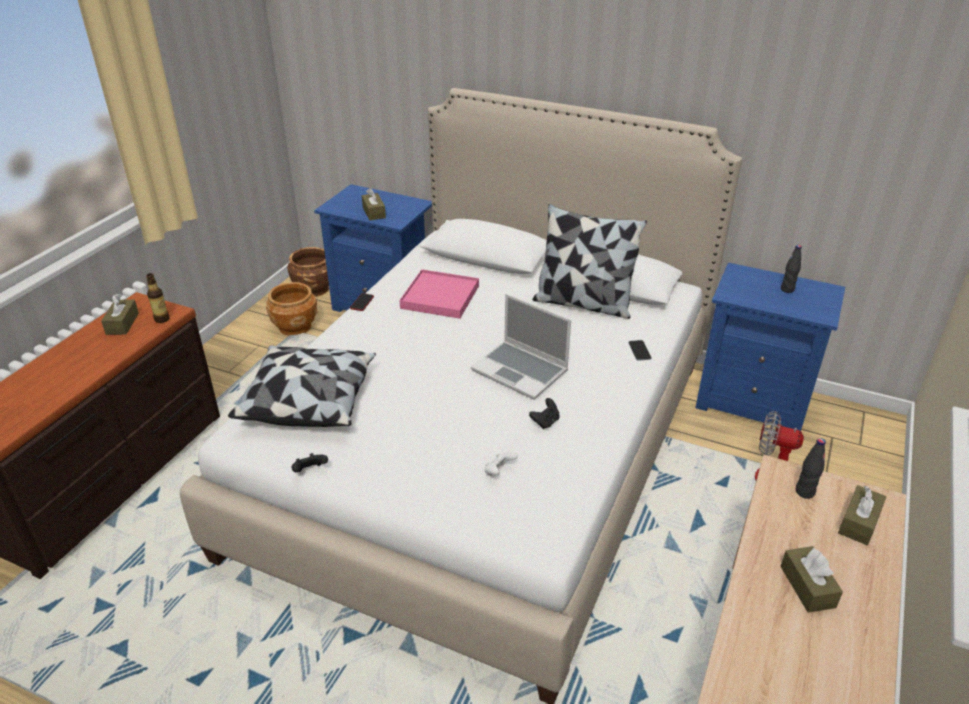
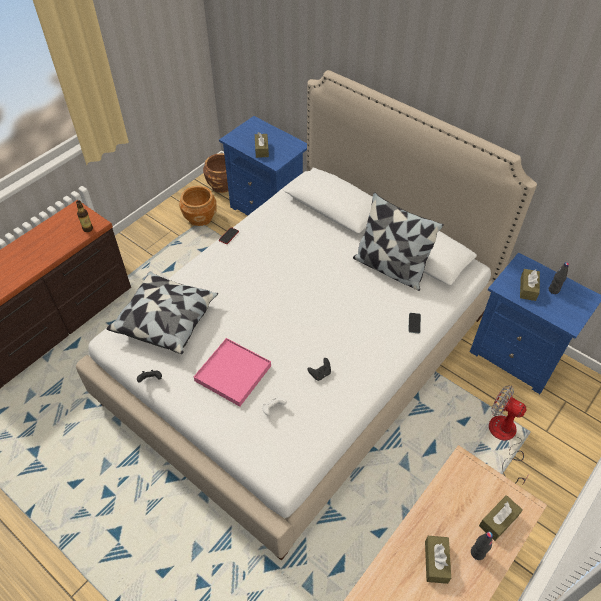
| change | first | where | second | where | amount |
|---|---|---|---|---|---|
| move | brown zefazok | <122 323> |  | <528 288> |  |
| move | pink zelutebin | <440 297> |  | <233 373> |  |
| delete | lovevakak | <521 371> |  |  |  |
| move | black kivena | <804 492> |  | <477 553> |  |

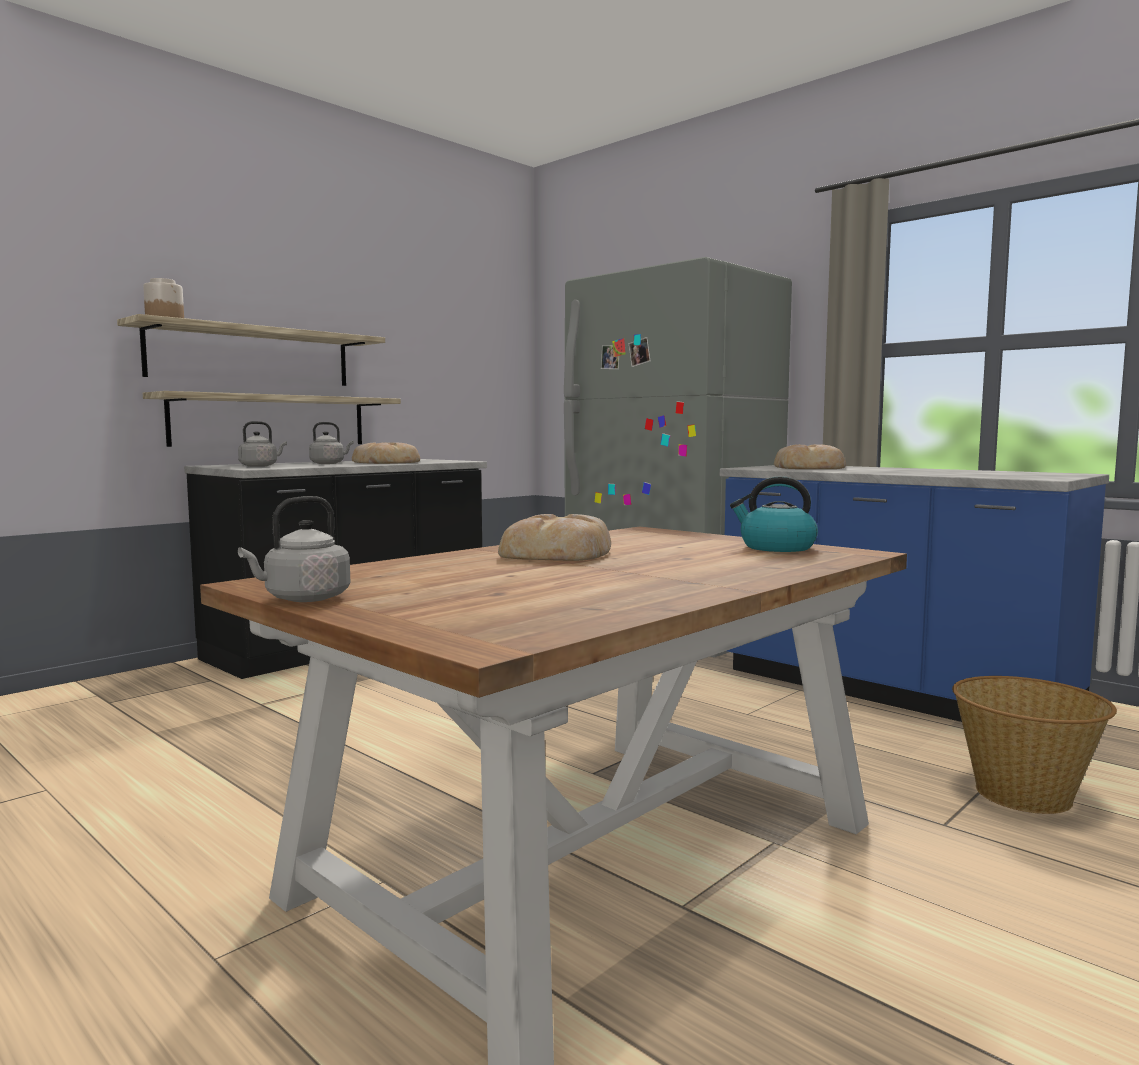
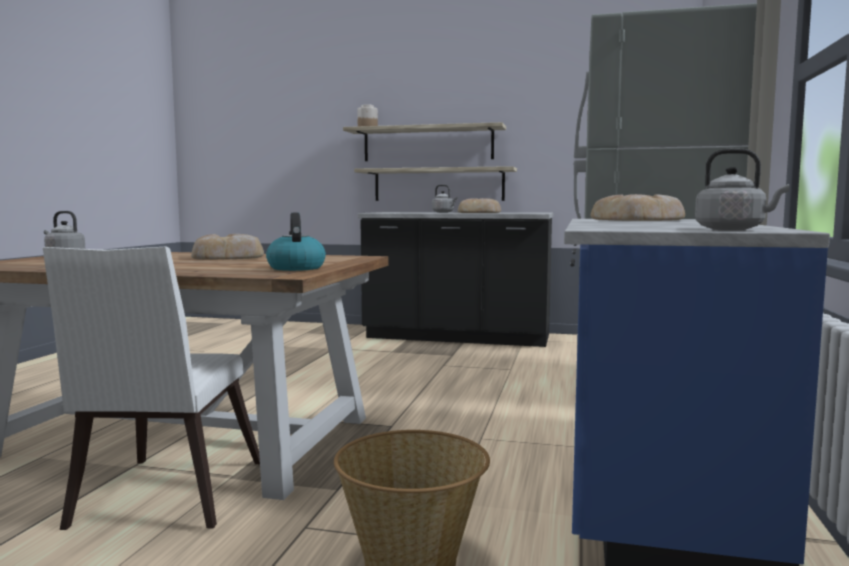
| change | first | where | second | where | amount |
|---|---|---|---|---|---|
| move | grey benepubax | <260 466> |  | <733 229> |  |
| insert |  |  | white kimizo | <163 498> |  |

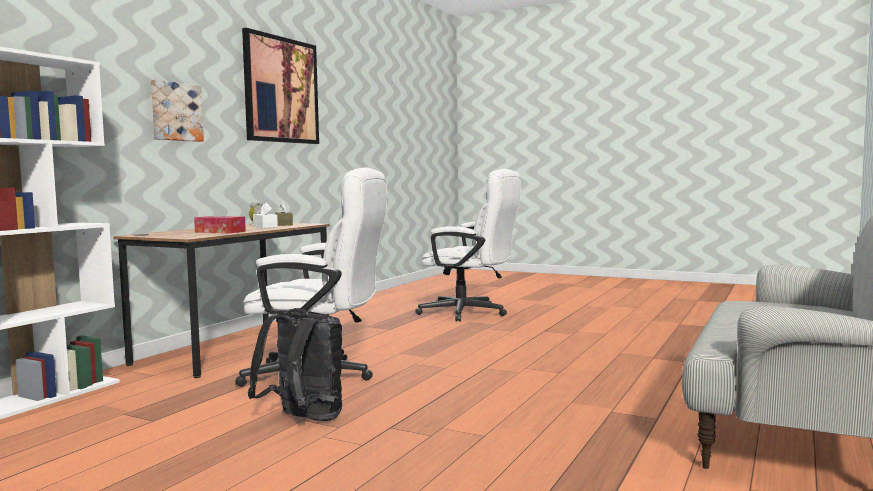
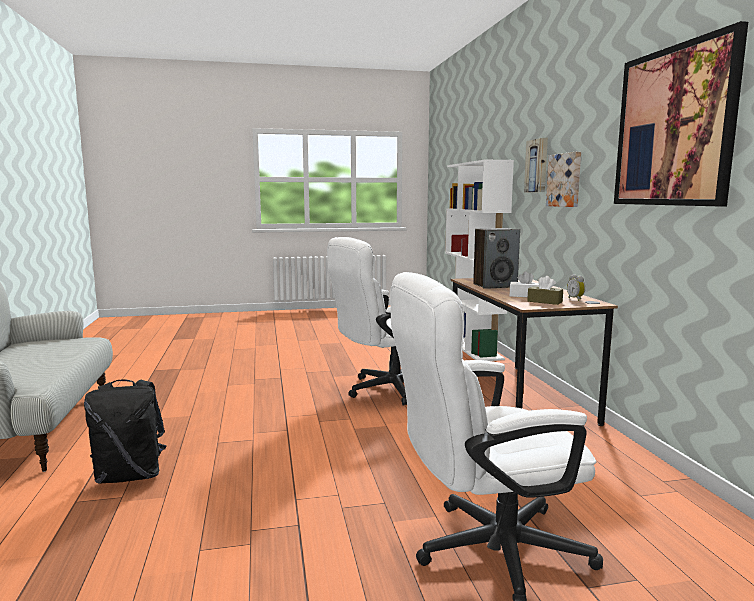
| change | first | where | second | where | amount |
|---|---|---|---|---|---|
| replace | zefazok | <220 232> | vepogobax | <495 285> |  |
| move | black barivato | <303 420> |  | <130 476> |  |
| insert |  |  | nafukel | <537 166> |  |

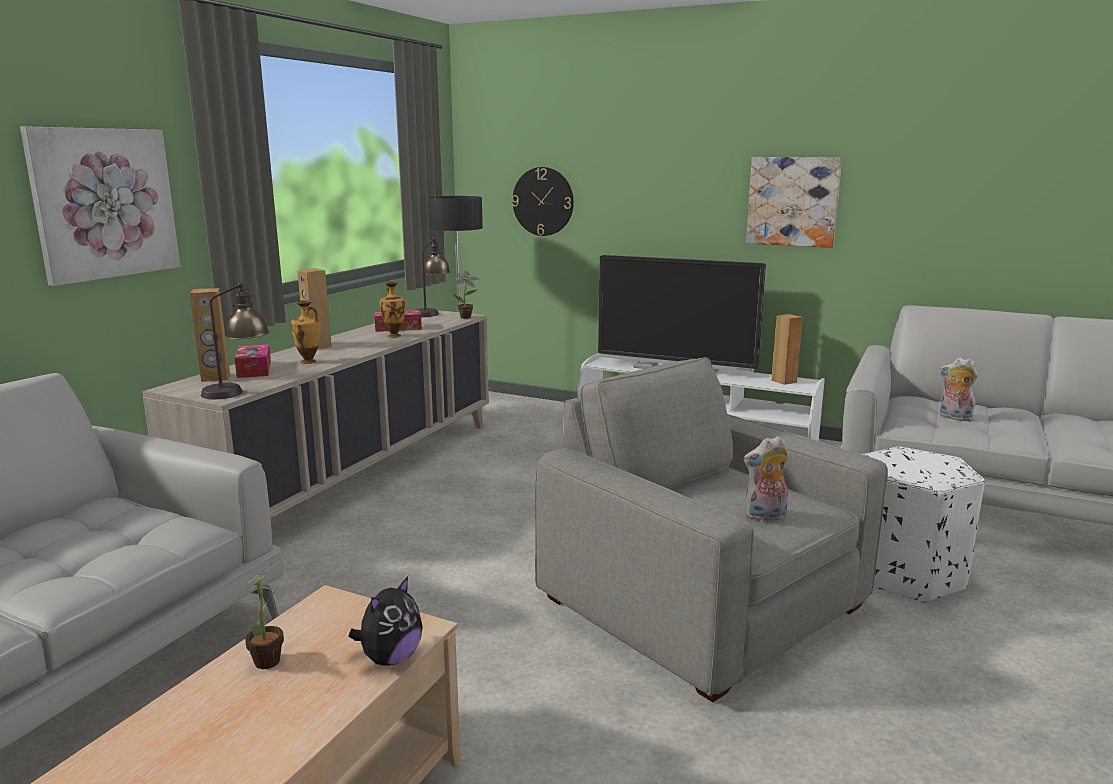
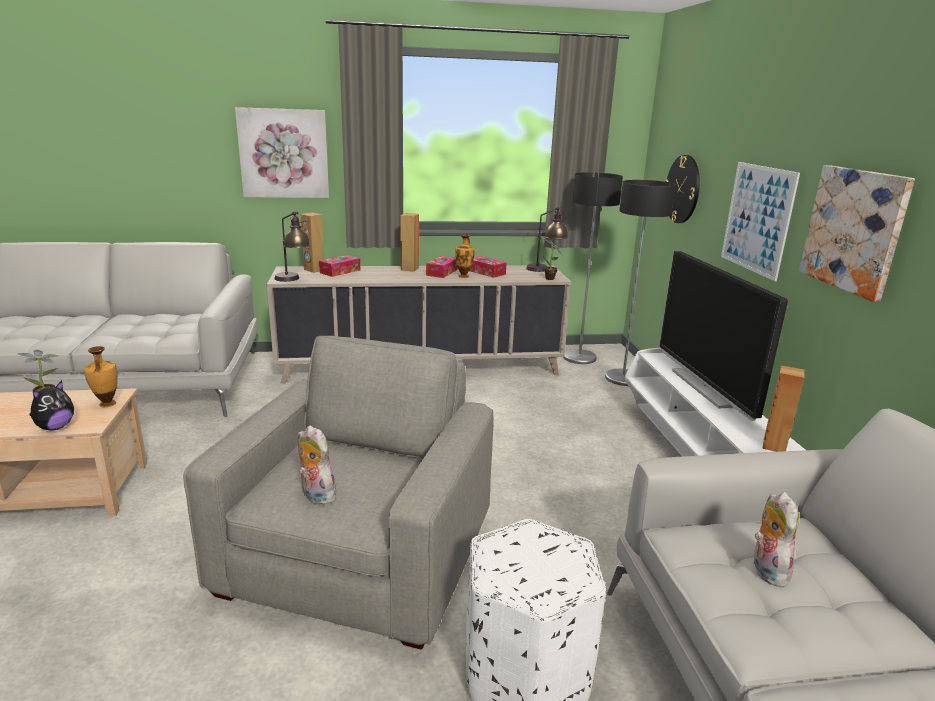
| change | first | where | second | where | amount |
|---|---|---|---|---|---|
| move | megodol | <309 362> |  | <107 404> |  |
| rotate | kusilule | <390 658> |  | <55 427> | 60 degrees counterclockwise |
| insert |  |  | zefazok | <442 272> |  |
| insert |  |  | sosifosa | <622 378> |  |
| insert |  |  | nafukel | <757 219> |  |

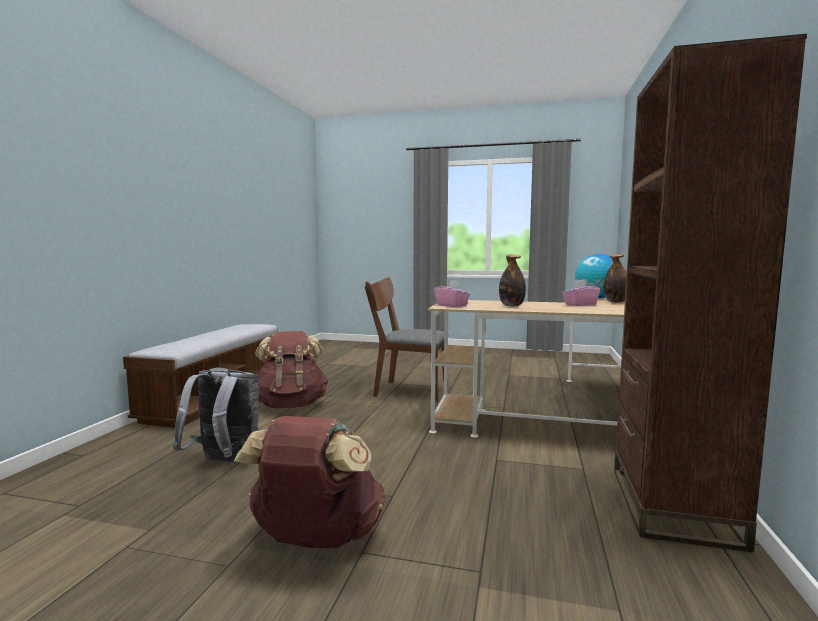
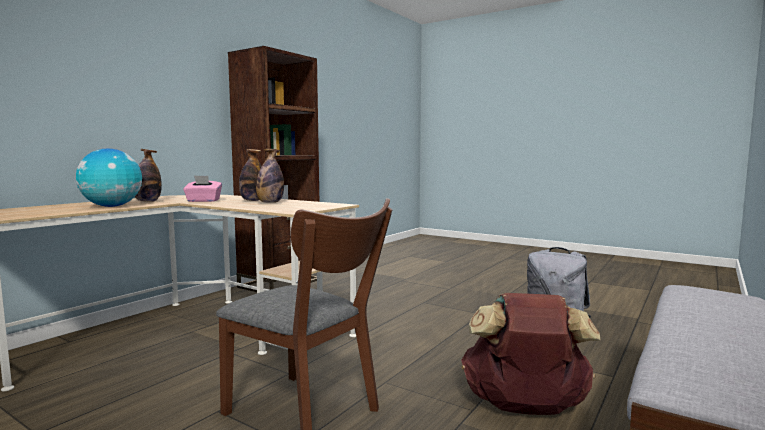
| change | first | where | second | where | amount |
|---|---|---|---|---|---|
| delete | brown barivato | <315 540> |  |  |  |
| delete | pink zefazok | <452 305> |  |  |  |
| insert |  |  | kivena | <252 200> |  |

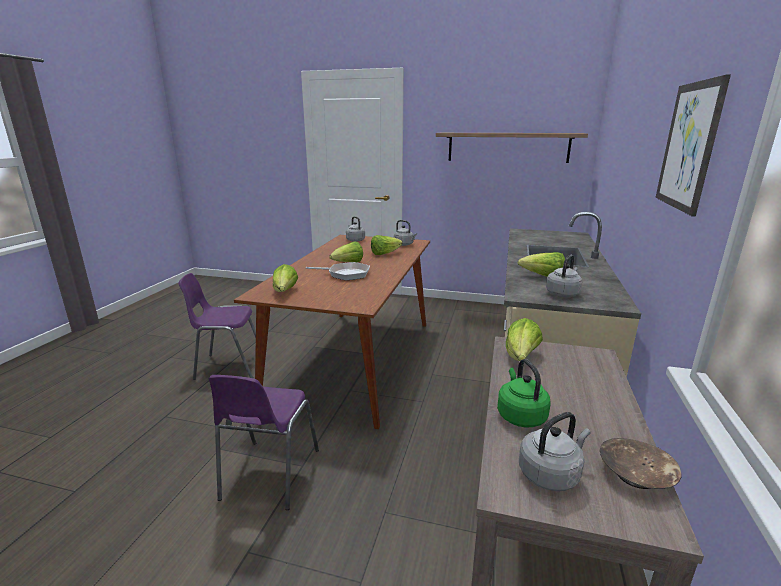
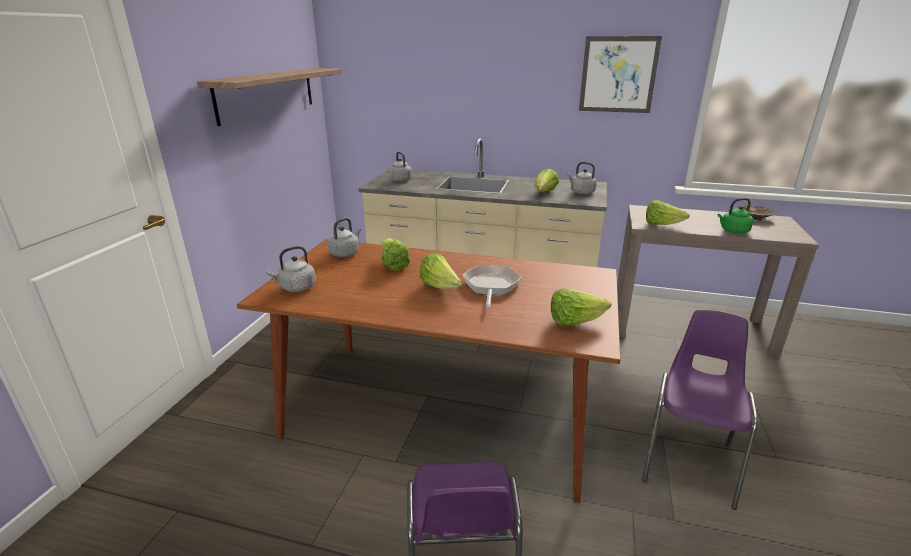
| change | first | where | second | where | amount |
|---|---|---|---|---|---|
| rotate | purple kimizo | <269 475> |  | <689 461> | 75 degrees counterclockwise |
| move | grey benepubax | <550 474> |  | <400 179> |  |

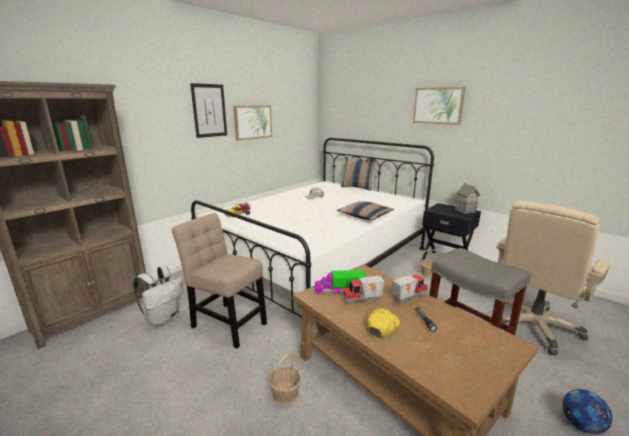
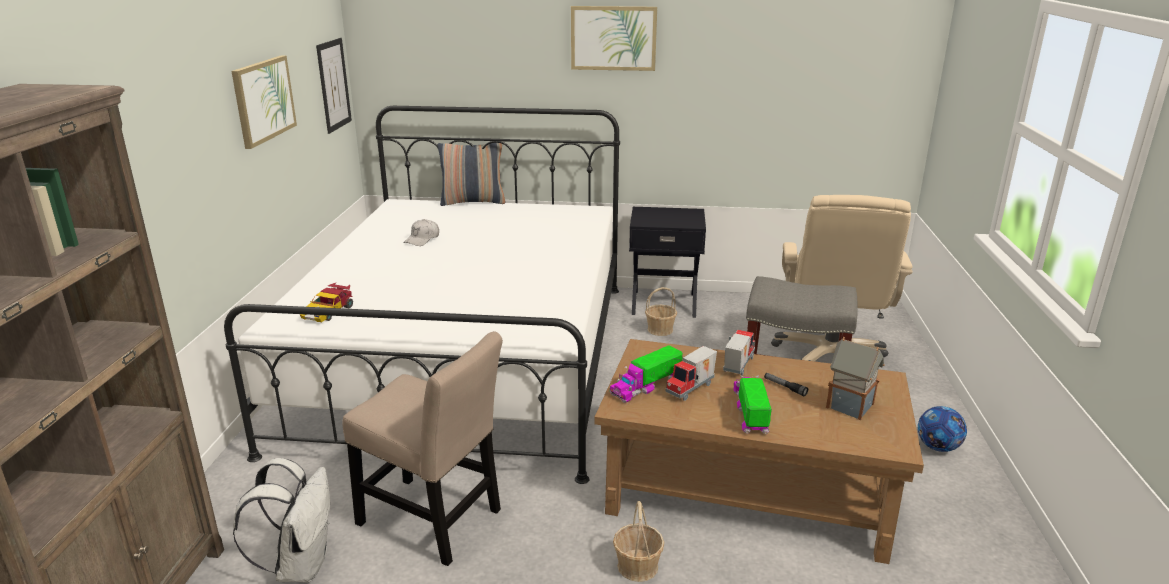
| change | first | where | second | where | amount |
|---|---|---|---|---|---|
| rotate | beige kimizo | <227 323> |  | <434 521> | 150 degrees counterclockwise |
| move | nafukel | <209 110> |  | <333 85> |  |
| delete | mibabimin | <365 216> |  |  |  |
| replace | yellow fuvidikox | <382 326> | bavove | <750 411> |  |
| move | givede | <465 211> |  | <851 406> |  |

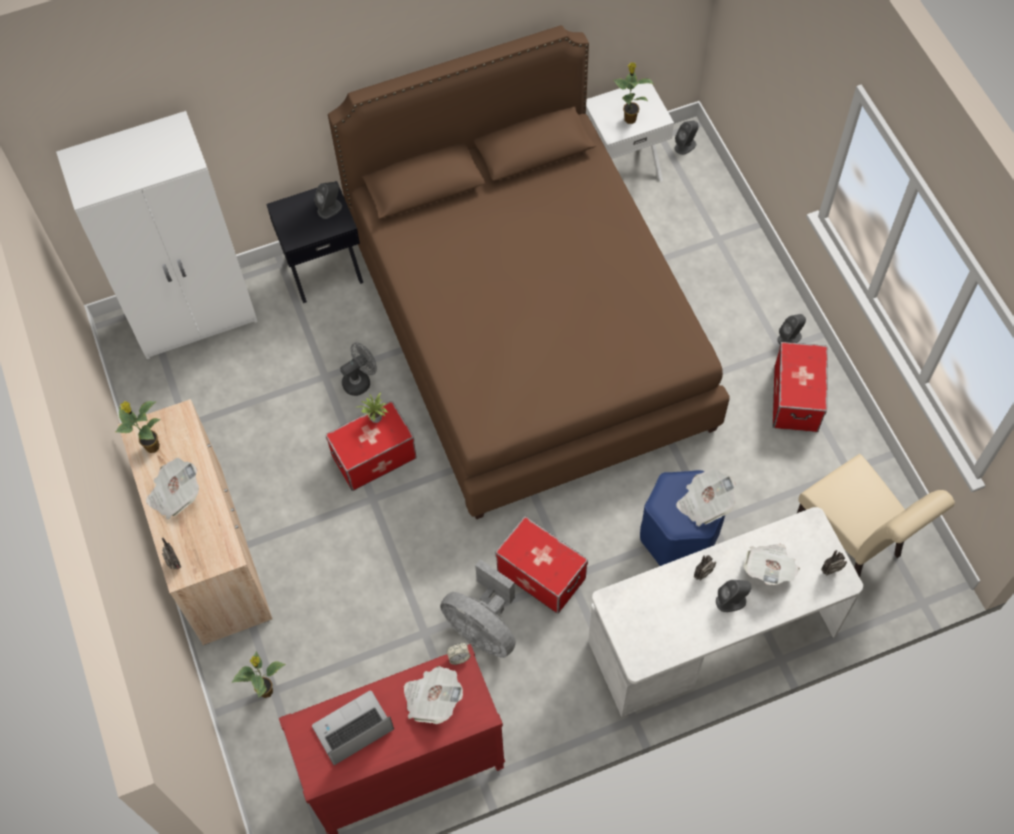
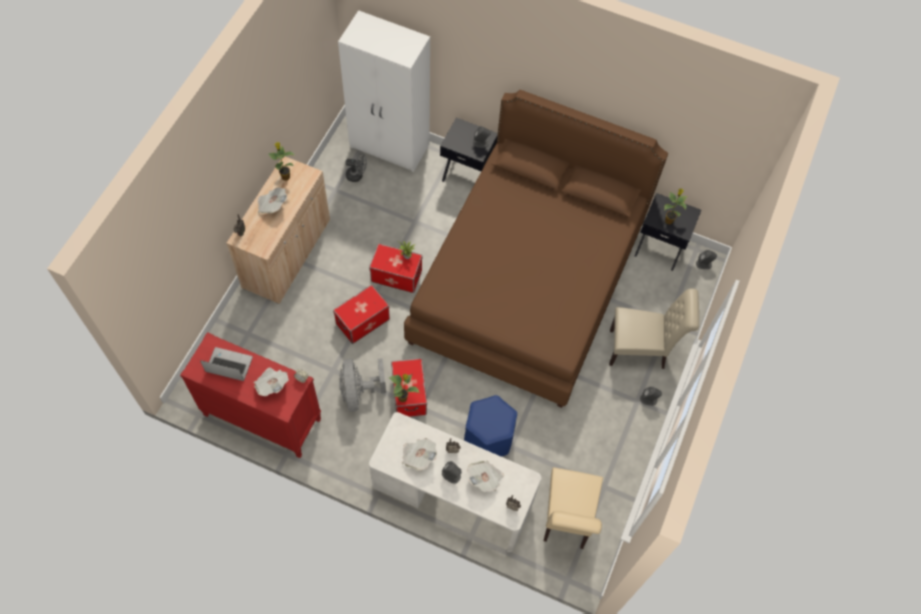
| change | first | where | second | where | amount |
|---|---|---|---|---|---|
| move | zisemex | <266 690> |  | <403 398> |  |
| move | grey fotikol | <360 380> |  | <357 175> |  |
| recolor | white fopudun | <622 167> | black fopudun | <659 248> |  |
| move | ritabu | <704 503> |  | <418 456> |  |
| move | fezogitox | <796 398> |  | <362 321> |  |
| insert |  |  | beige kimizo | <641 350> |  |

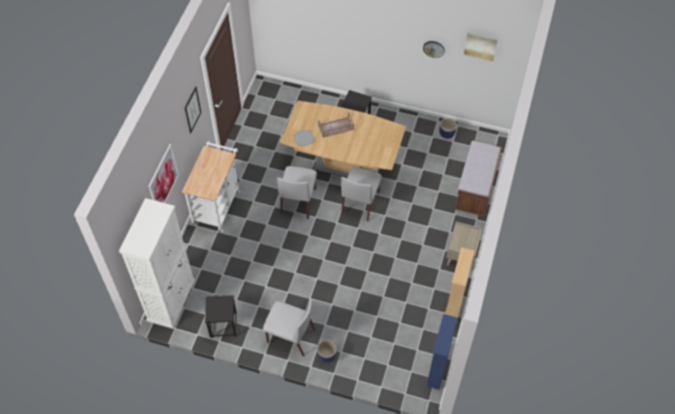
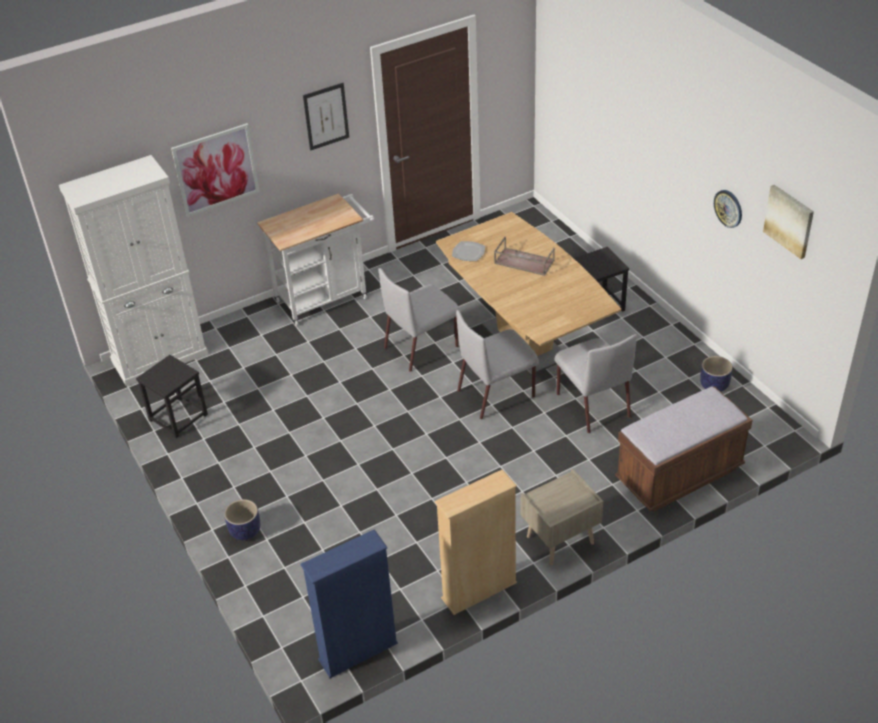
| change | first | where | second | where | amount |
|---|---|---|---|---|---|
| move | grey kimizo | <290 336> |  | <592 404> |  |

